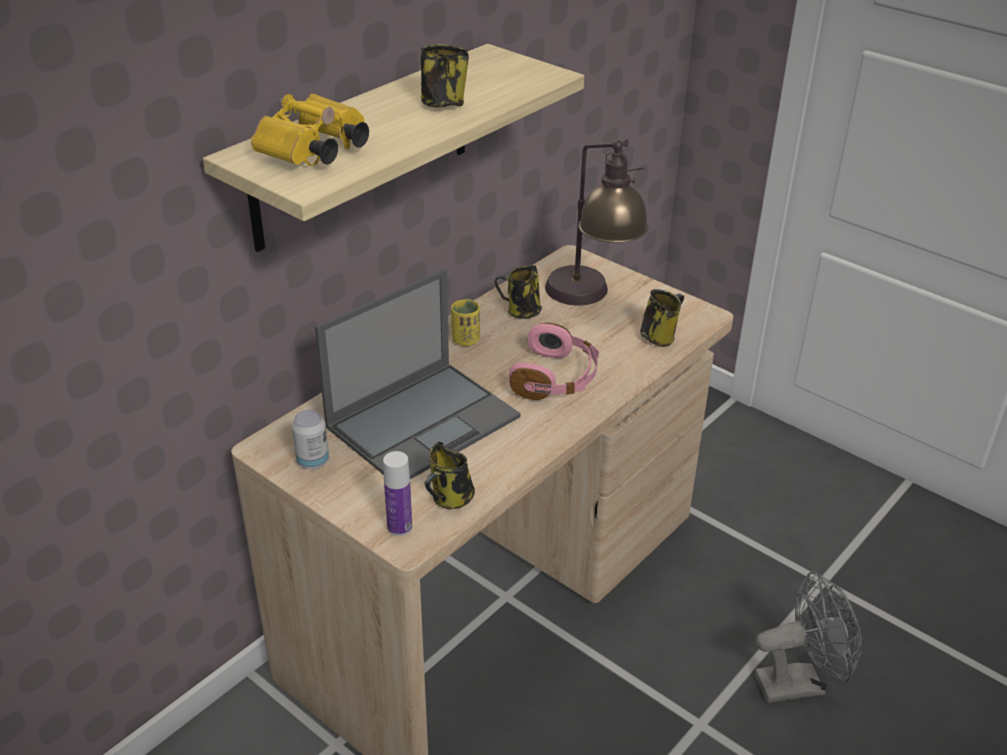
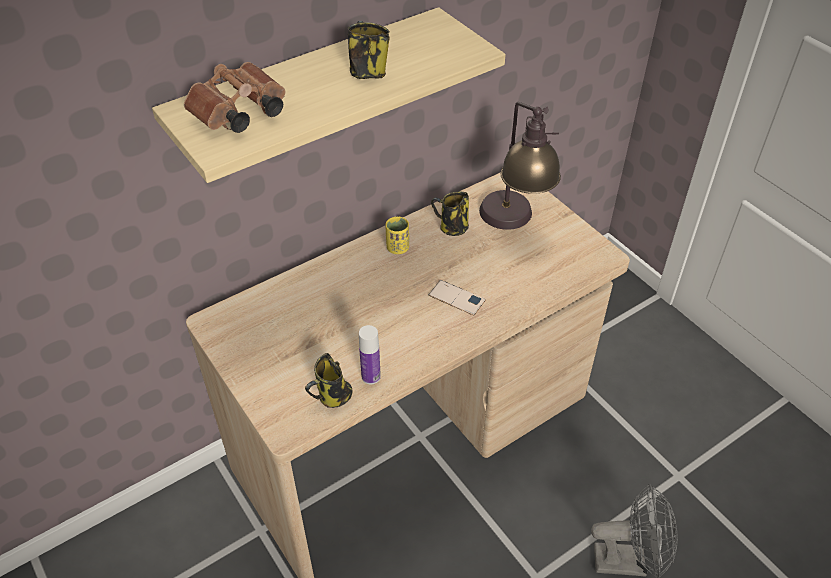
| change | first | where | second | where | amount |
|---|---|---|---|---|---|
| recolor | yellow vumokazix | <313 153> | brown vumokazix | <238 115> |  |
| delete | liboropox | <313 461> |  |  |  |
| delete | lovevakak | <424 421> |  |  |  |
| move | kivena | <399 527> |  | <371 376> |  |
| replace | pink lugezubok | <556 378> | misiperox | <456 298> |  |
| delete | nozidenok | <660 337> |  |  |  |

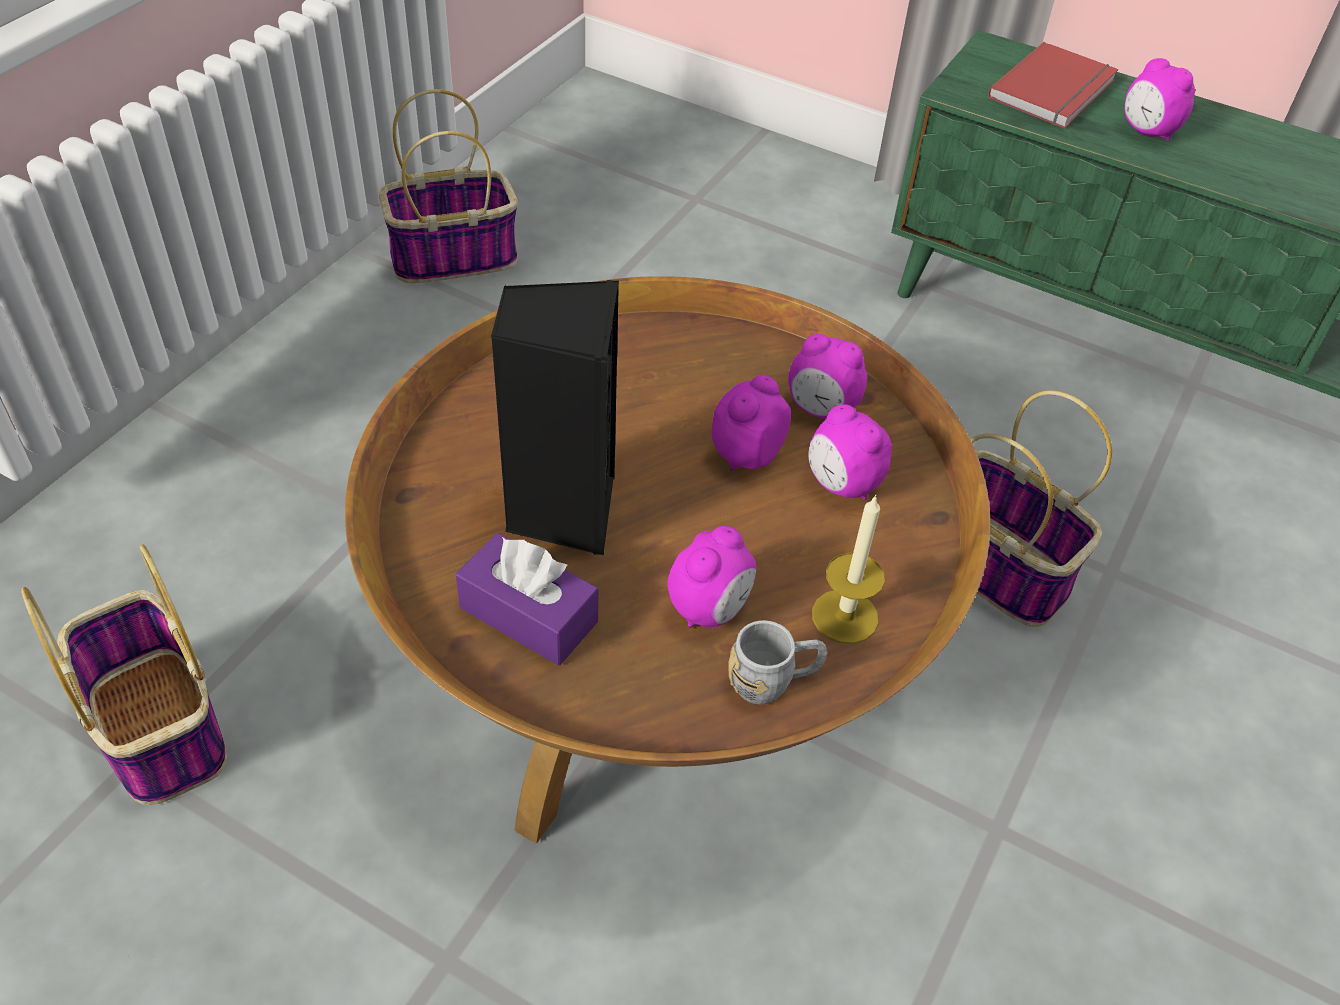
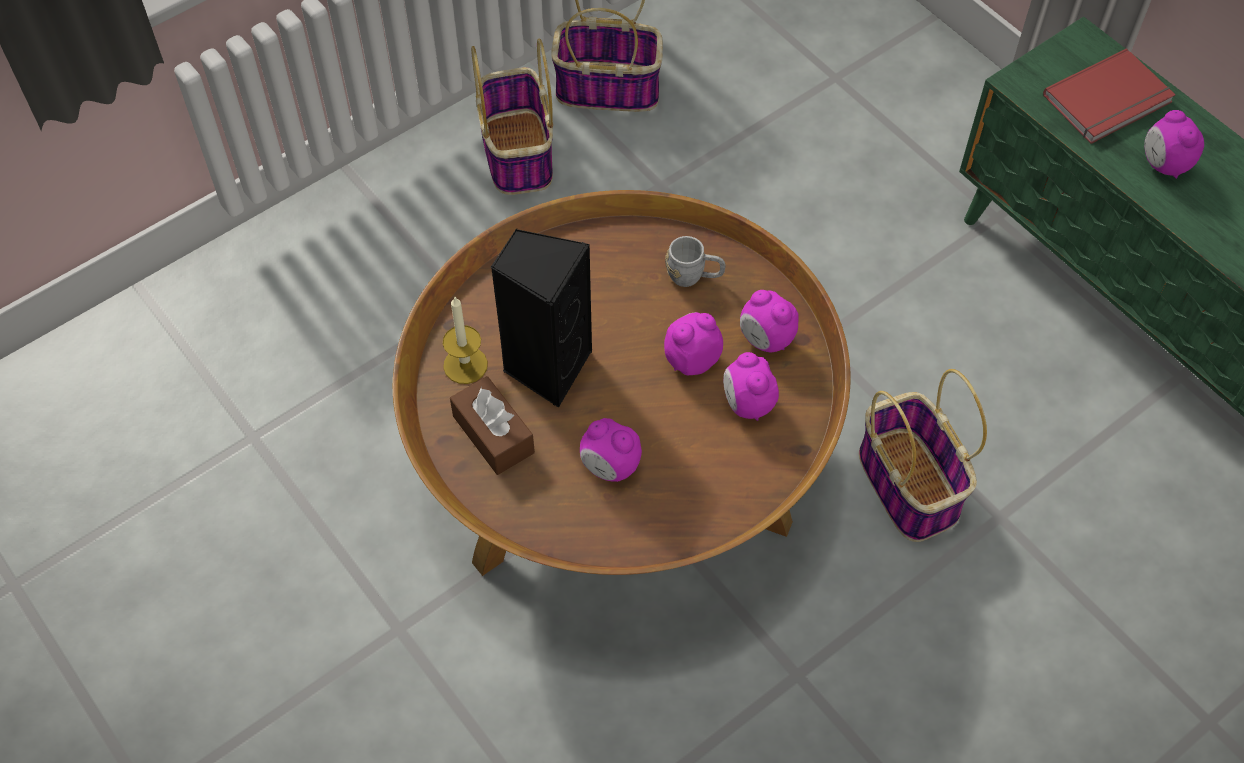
| change | first | where | second | where | amount |
|---|---|---|---|---|---|
| move | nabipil | <157 725> |  | <517 152> |  |
| recolor | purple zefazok | <528 615> | brown zefazok | <493 434> |  |
| rotate | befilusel | <709 609> |  | <610 467> | 60 degrees clockwise |
| move | grey nozidenok | <773 682> |  | <694 276> |  |
| move | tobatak | <845 616> |  | <465 365> |  |

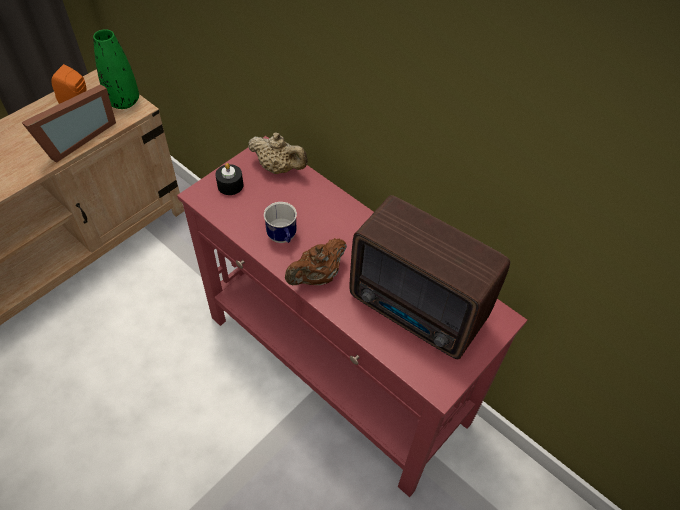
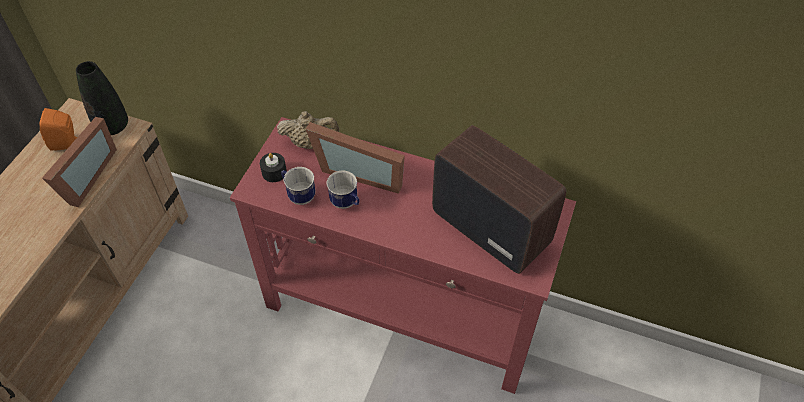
| change | first | where | second | where | amount |
|---|---|---|---|---|---|
| recolor | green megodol | <124 102> | black megodol | <113 126> |  |
| delete | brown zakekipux | <317 277> |  |  |  |
| rotate | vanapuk | <418 312> |  | <489 225> | 150 degrees counterclockwise |
| insert |  |  | nozidenok | <298 195> |  |
| insert |  |  | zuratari | <360 171> |  |

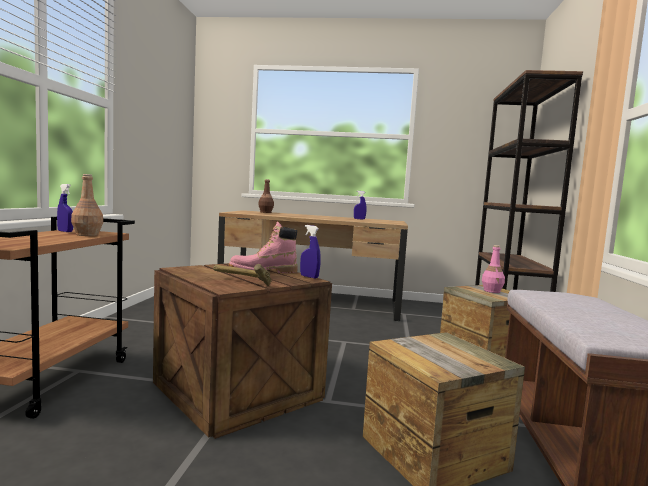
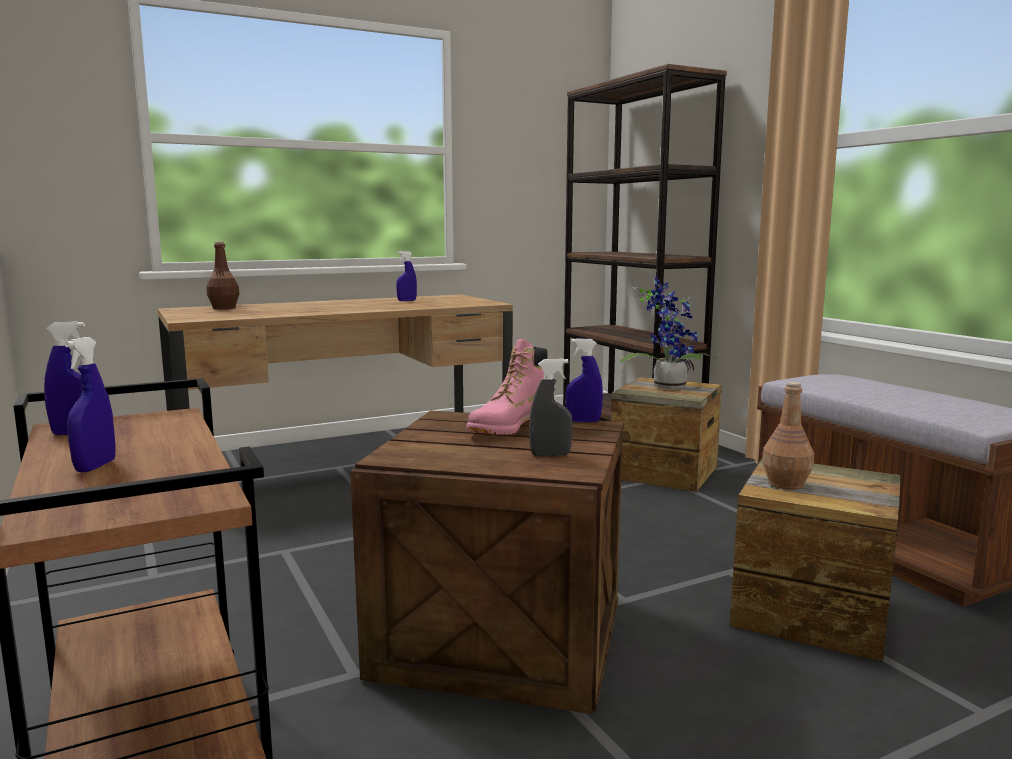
| change | first | where | second | where | amount |
|---|---|---|---|---|---|
| move | brown kivena | <87 235> |  | <785 483> |  |
| replace | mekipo | <240 282> | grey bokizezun | <550 455> |  |
| replace | pink kivena | <492 291> | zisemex | <667 386> |  |
| insert |  |  | blue bokizezun | <95 466> |  |

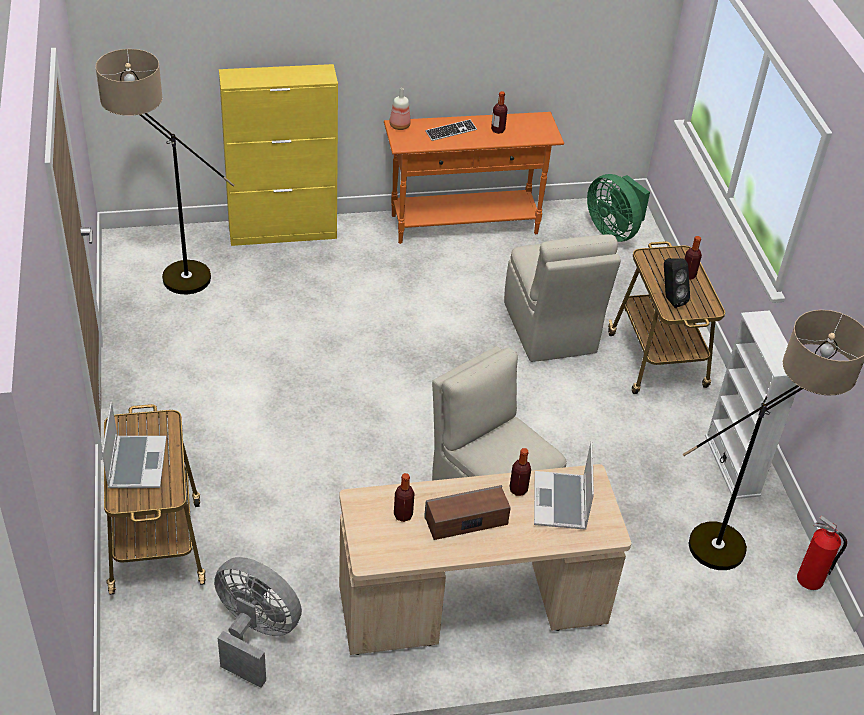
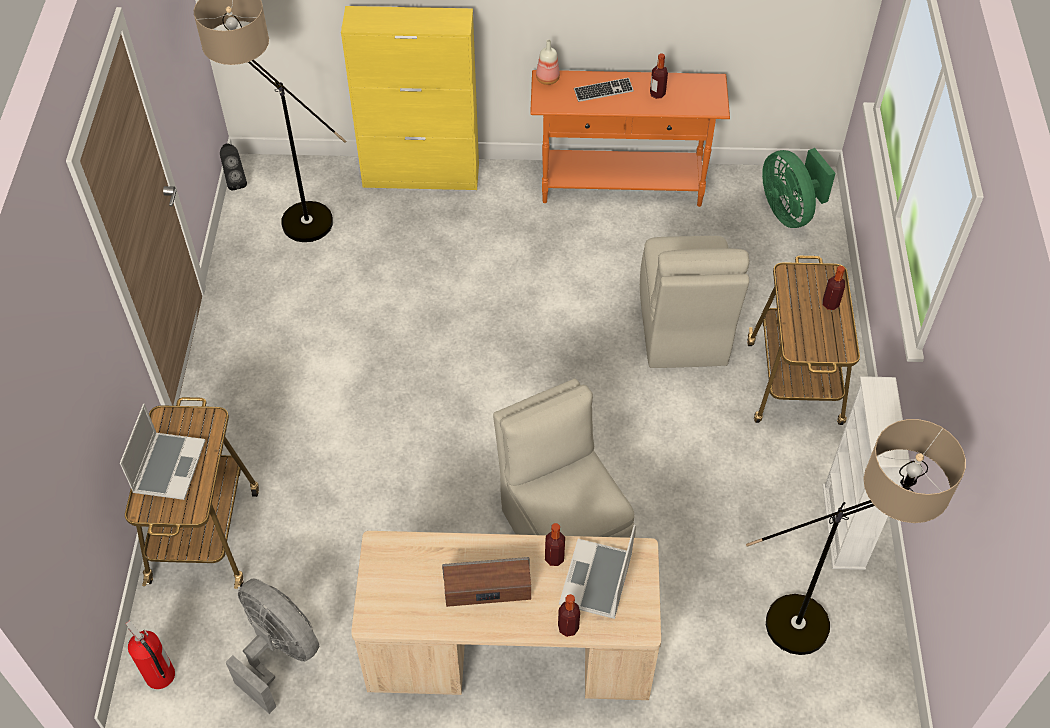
| change | first | where | second | where | amount |
|---|---|---|---|---|---|
| move | kivena | <403 515> |  | <568 627> |  |
| move | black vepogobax | <670 299> |  | <235 181> |  |
| move | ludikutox | <810 580> |  | <160 676> |  |

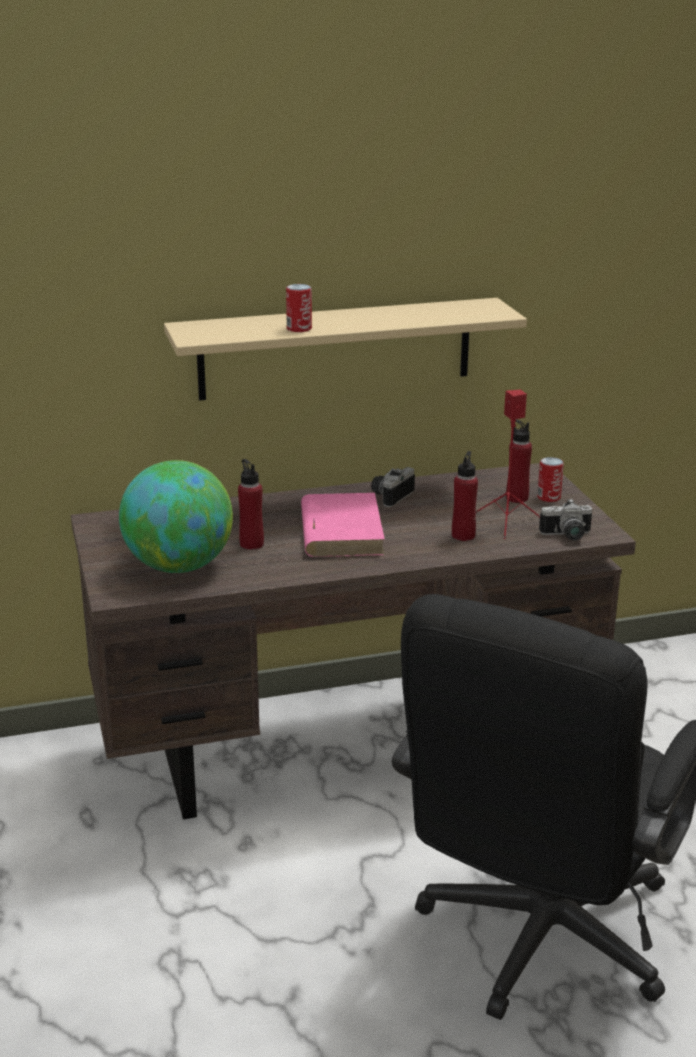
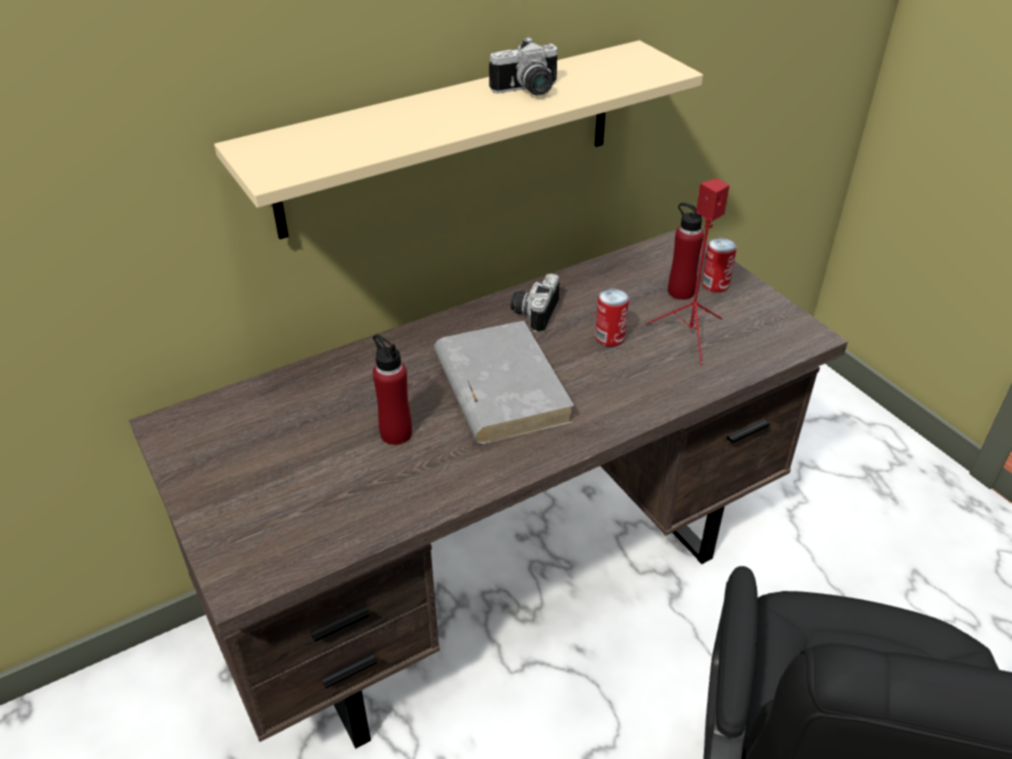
| change | first | where | second | where | amount |
|---|---|---|---|---|---|
| delete | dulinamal | <178 566> |  |  |  |
| move | liboropox | <299 328> |  | <609 338> |  |
| recolor | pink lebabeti | <341 531> | grey lebabeti | <500 387> |  |
| delete | red kivena | <463 535> |  |  |  |
| move | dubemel | <567 536> |  | <528 91> |  |

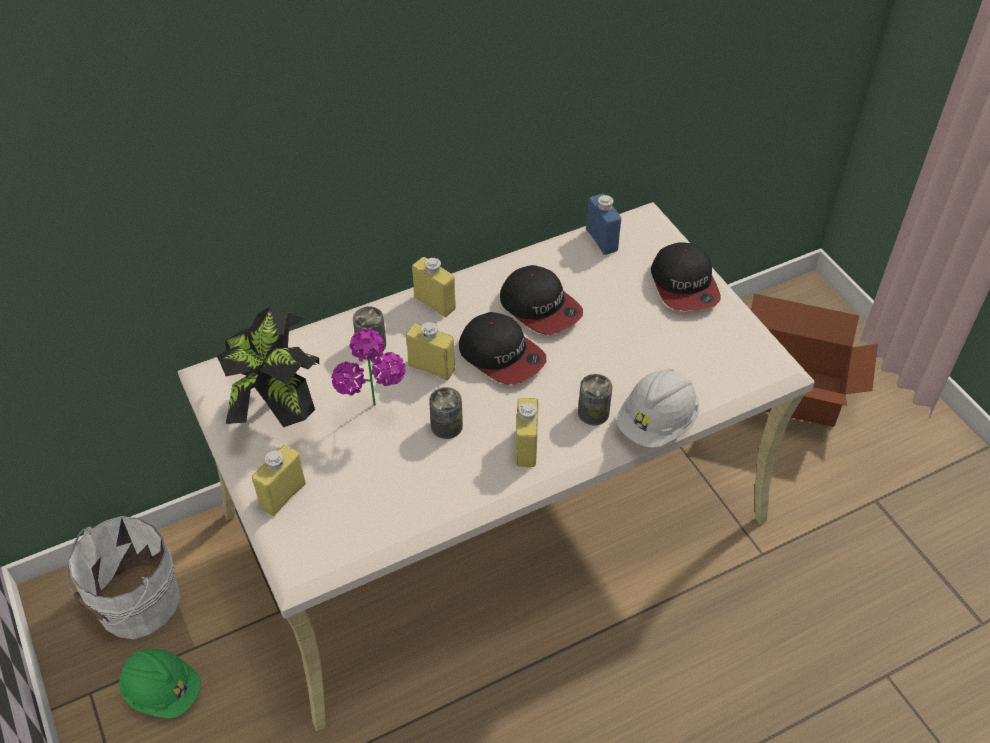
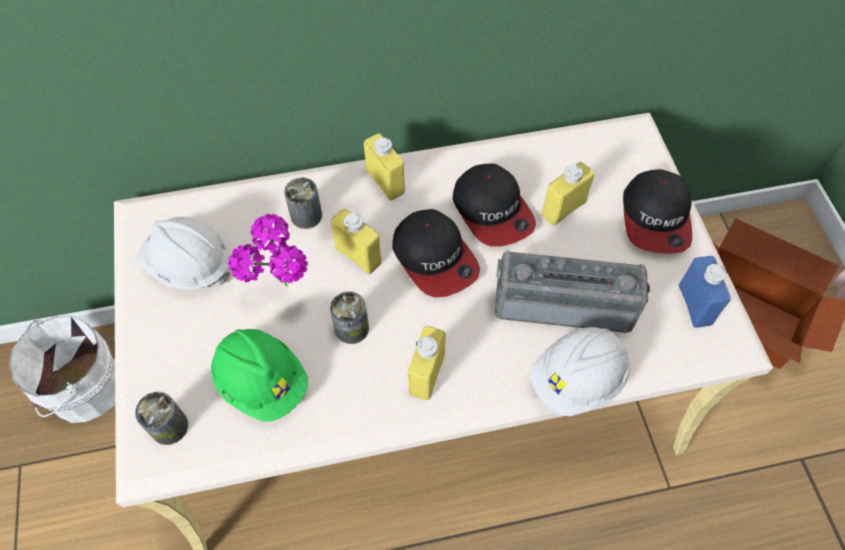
| change | first | where | second | where | amount |
|---|---|---|---|---|---|
| move | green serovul | <163 691> |  | <262 382> |  |
| replace | zisemex | <276 407> | white serovul | <189 265> |  |
| move | yellow kivena | <283 495> |  | <563 209> |  |
| move | liboropox | <593 412> |  | <169 427> |  |
| move | blue kivena | <601 240> |  | <694 305> |  |
| insert |  |  | vanapuk | <563 302> |  |

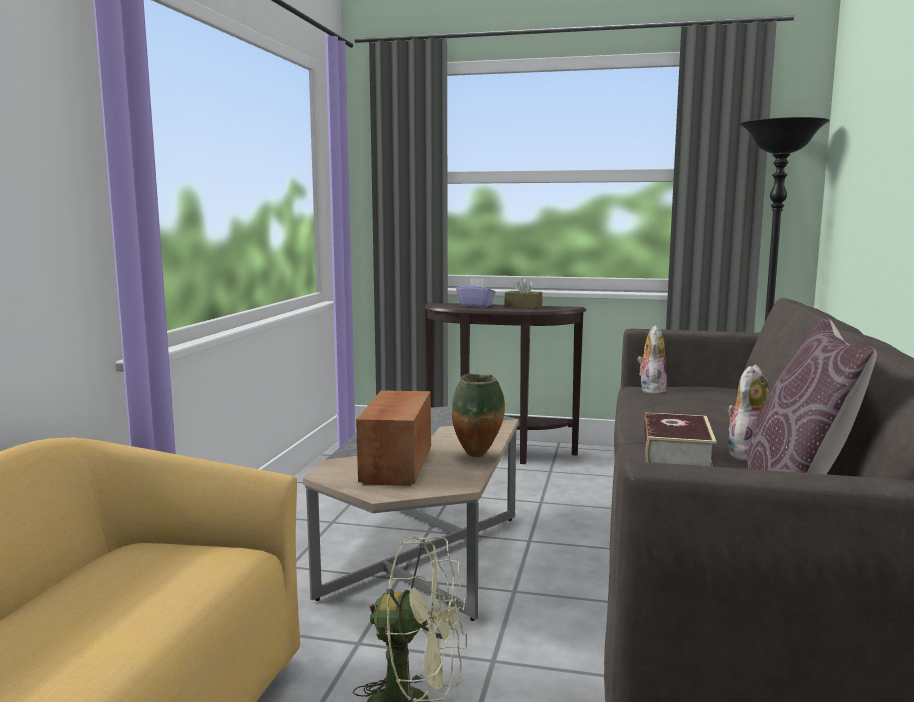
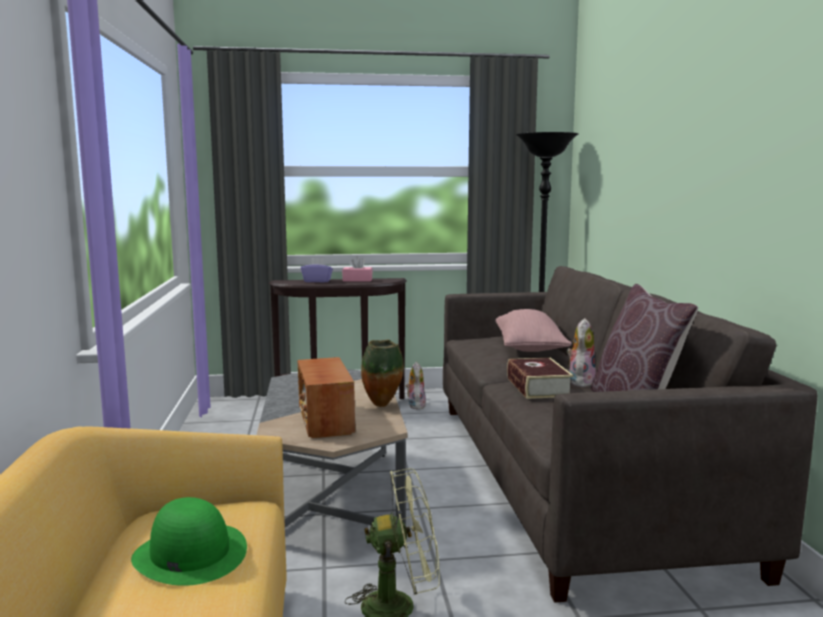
| change | first | where | second | where | amount |
|---|---|---|---|---|---|
| recolor | brown zefazok | <523 306> | pink zefazok | <357 280> |  |
| move | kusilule | <651 390> |  | <415 405> |  |
| insert |  |  | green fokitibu | <189 554> |  |
| insert |  |  | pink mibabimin | <529 348> |  |

